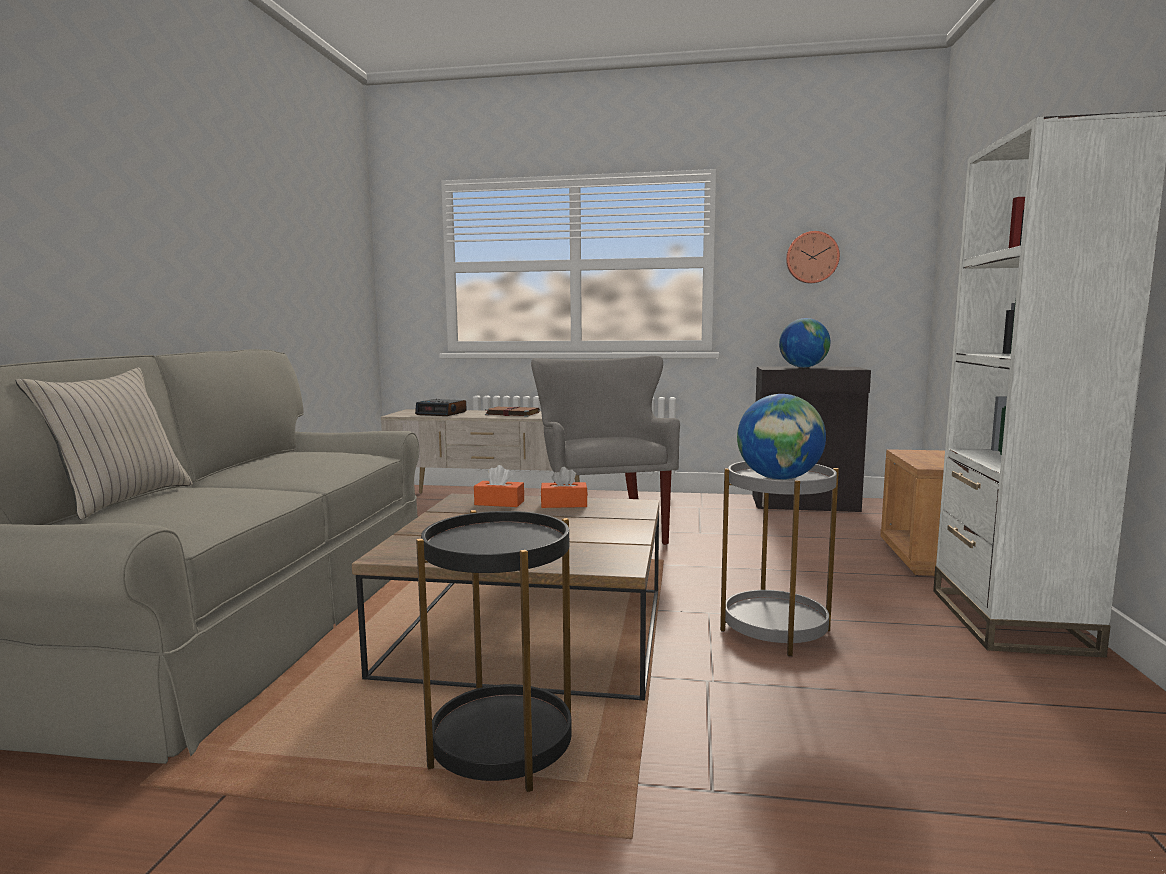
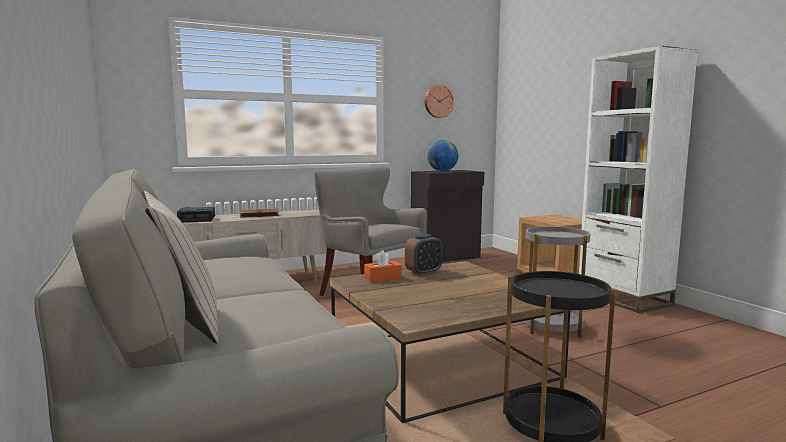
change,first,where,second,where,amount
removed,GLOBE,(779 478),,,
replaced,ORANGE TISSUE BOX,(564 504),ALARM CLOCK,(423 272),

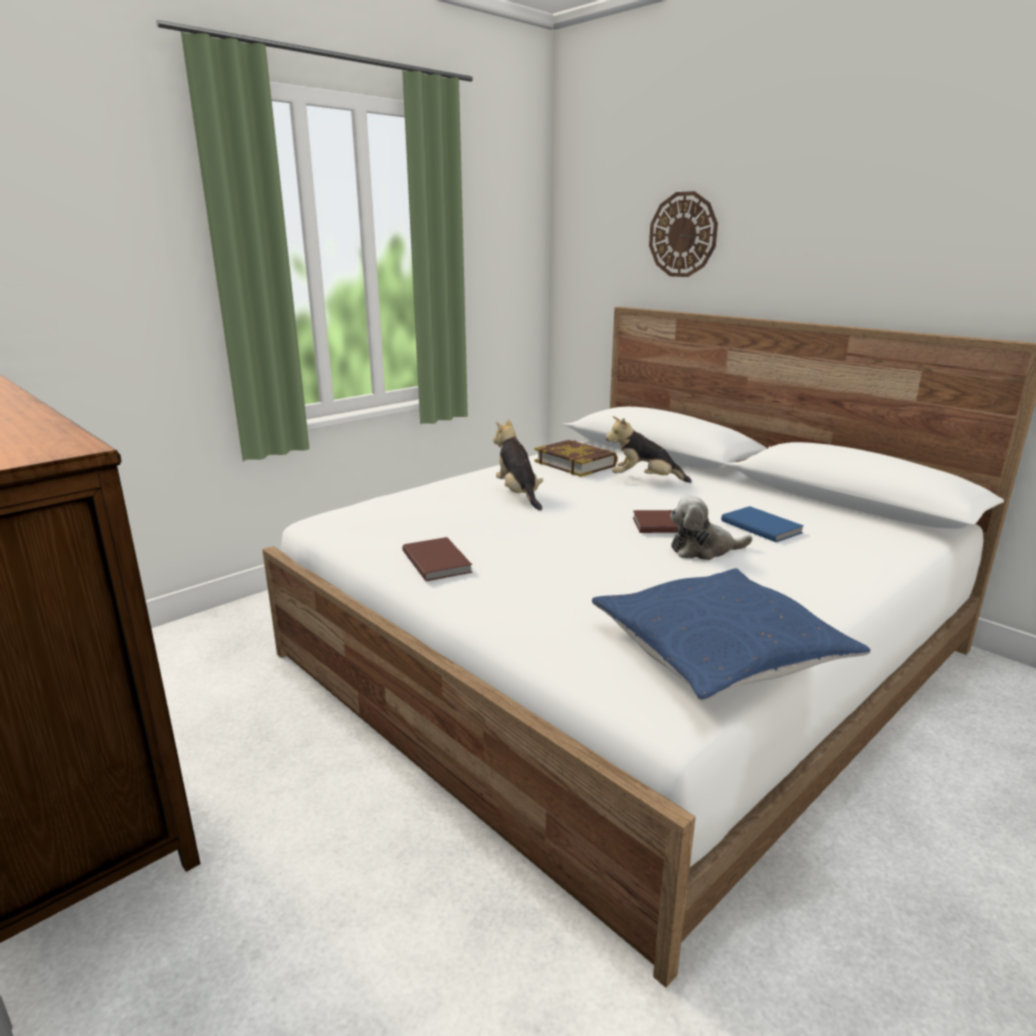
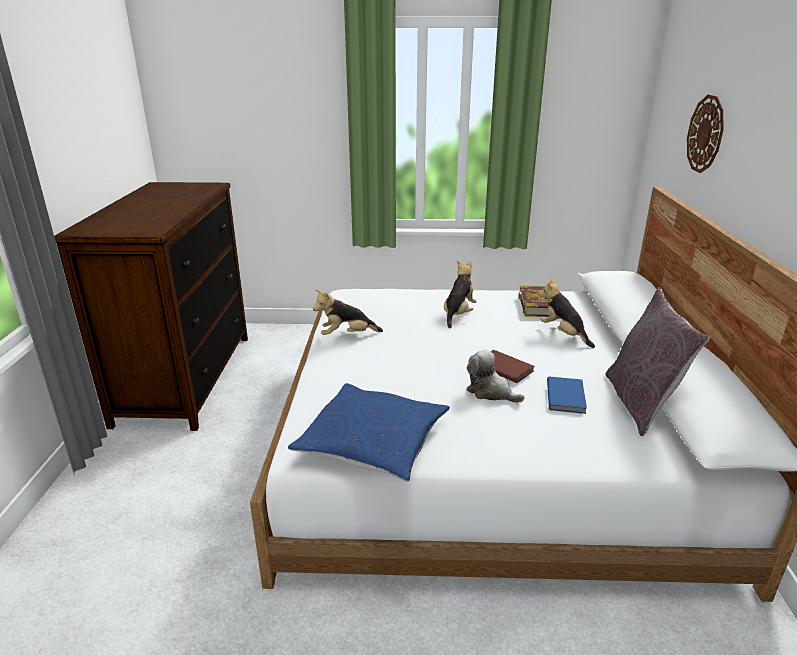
change,first,where,second,where,amount
replaced,BROWN BOOK,(438 561),PLUSH TOY,(347 335),
added,,,GREY PILLOW,(641 403),

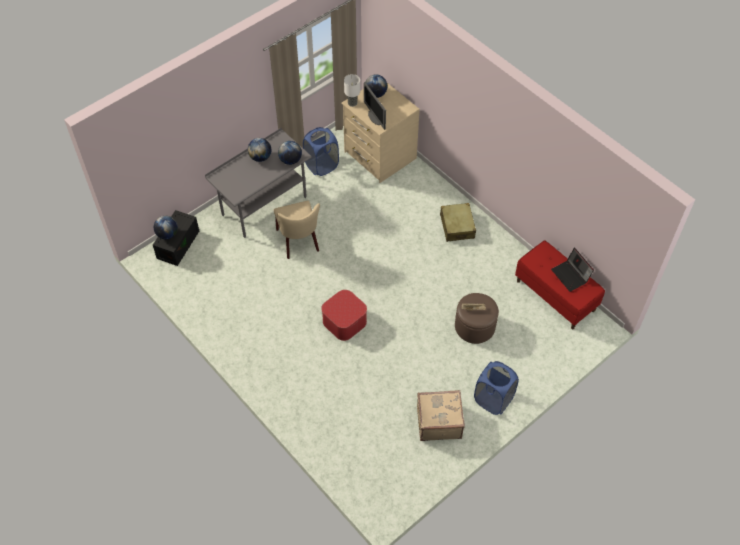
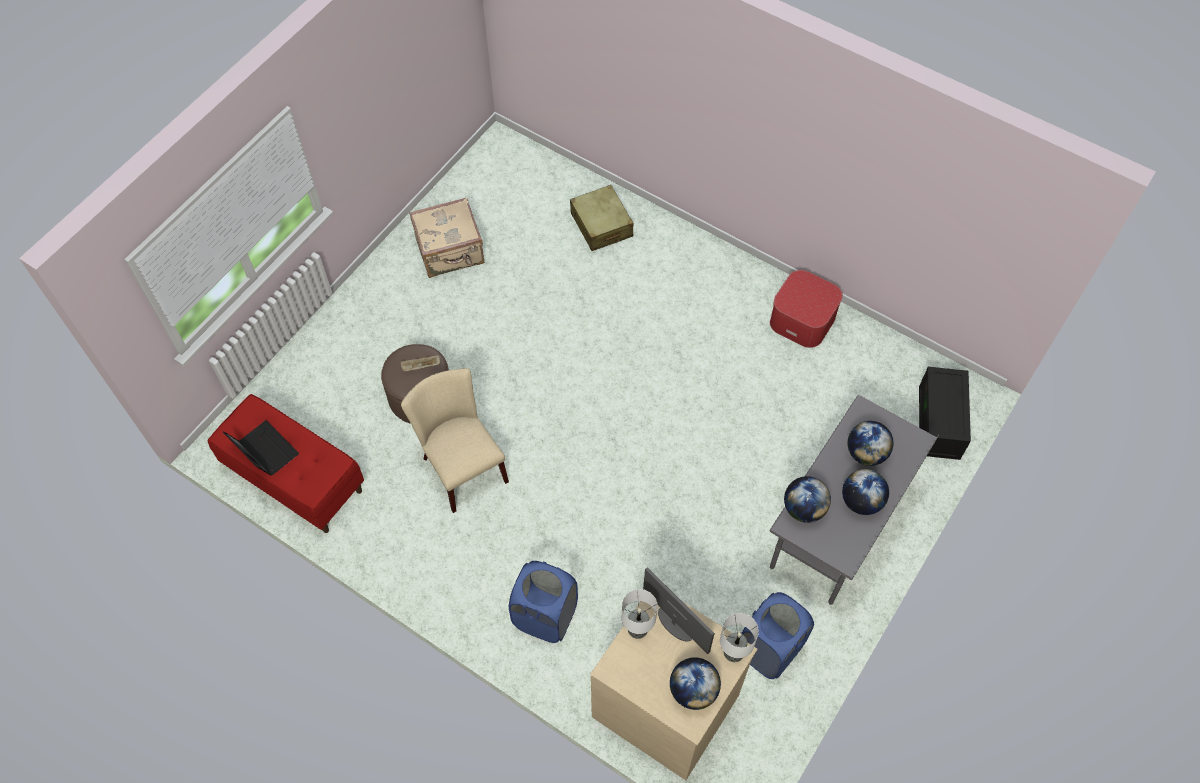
change,first,where,second,where,amount
moved,BEIGE CHAIR,(299 242),,(461 466),
moved,BEIGE SUITCASE,(457 226),,(601 225),
moved,GLOBE,(167 234),,(866 453),
moved,OTTOMAN,(344 321),,(802 319),
moved,BLUE LAUNDRY BASKET,(493 399),,(545 616),
added,,,TABLE LAMP,(638 629),

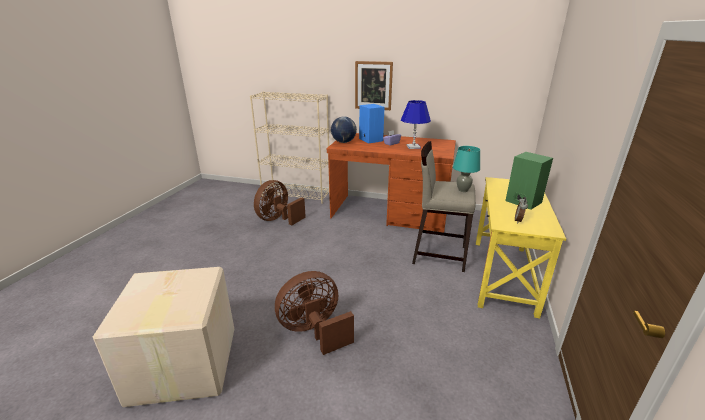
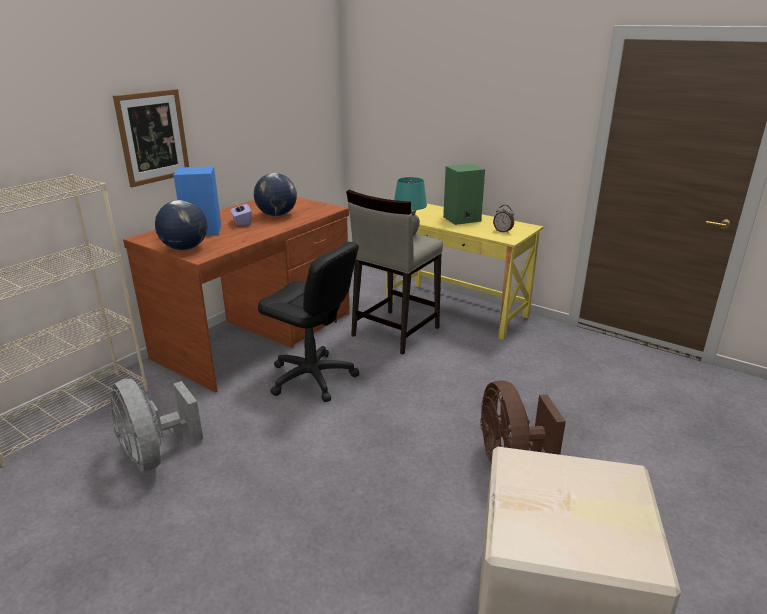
change,first,where,second,where,amount
replaced,BLUE TABLE LAMP,(413 147),GLOBE,(277 215),
recoloured,BROWN FAN,(278 219),GREY FAN,(155 455),
added,,,BLACK OFFICE CHAIR,(312 378),

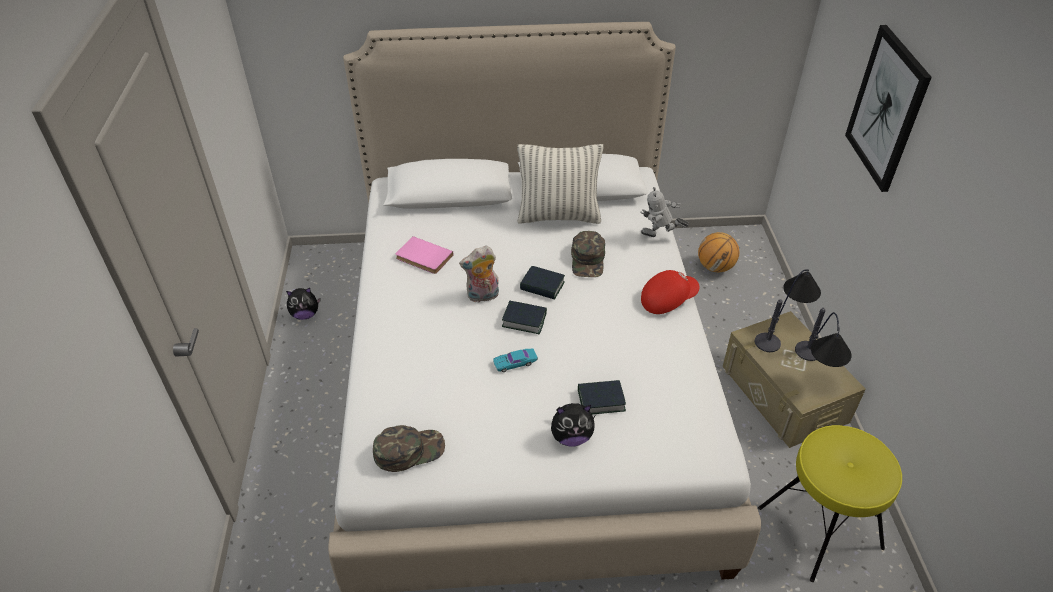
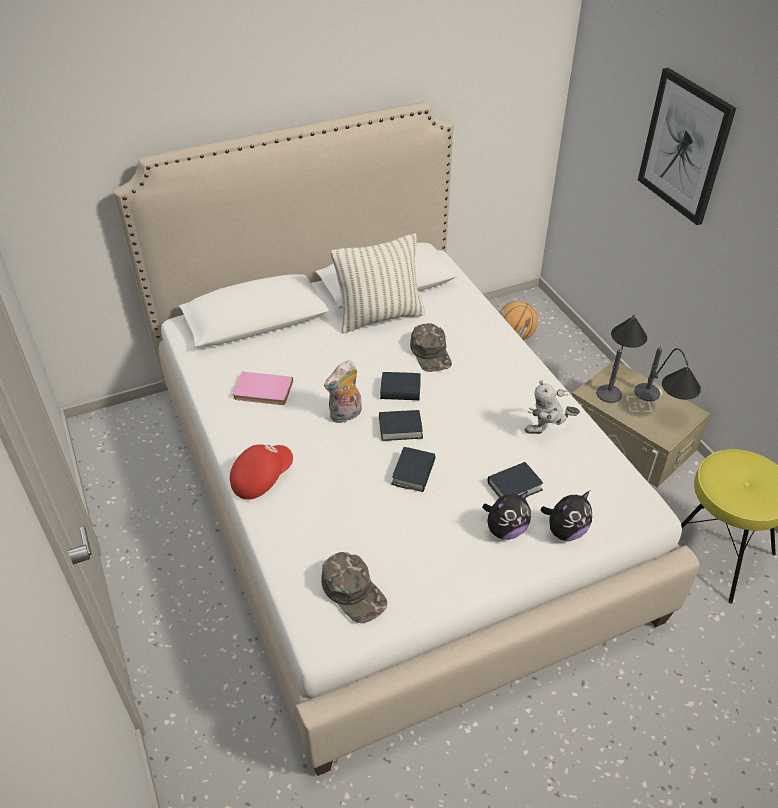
change,first,where,second,where,amount
moved,TOY ROBOT,(659 238),,(547 433),
moved,RED CAP,(667 300),,(261 478),
moved,PLUSH TOY,(305 314),,(565 531),
replaced,TURQUOISE TOY CAR,(515 362),BOOK,(413 473),
turned,GREEN CAP,(409 450),,(354 591),90 degrees clockwise

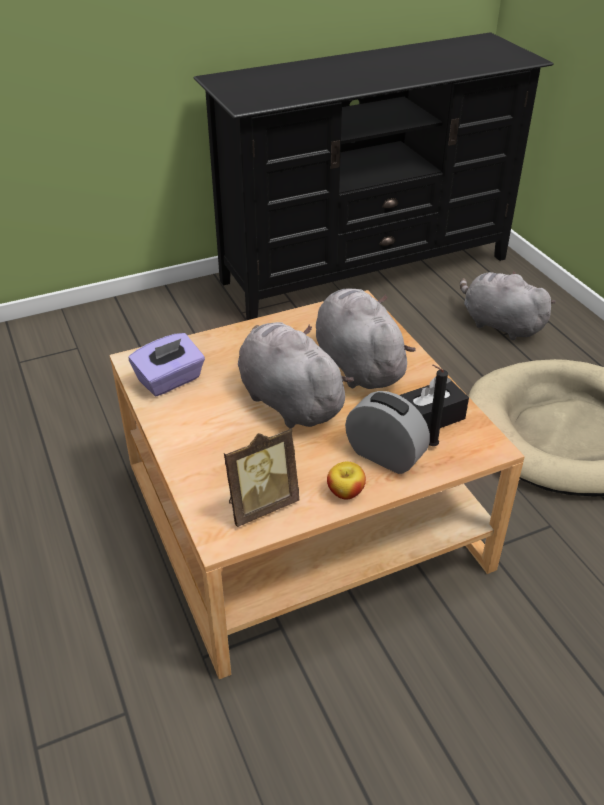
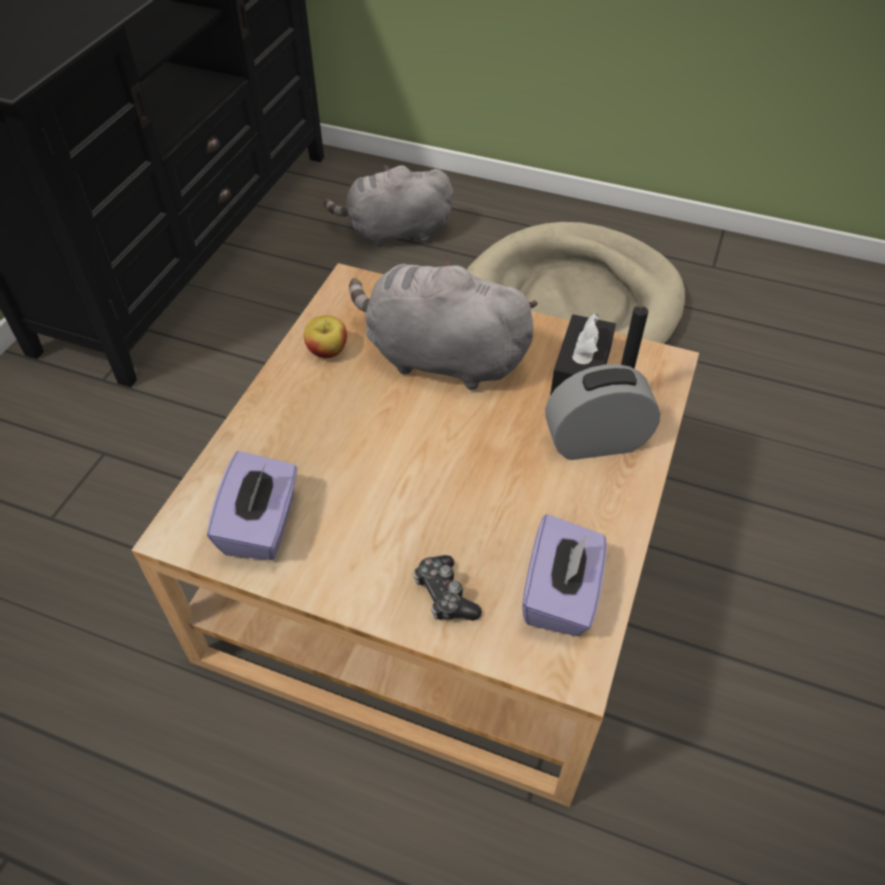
change,first,where,second,where,amount
removed,GREY PLUSH TOY,(288 400),,,
replaced,PICTURE FRAME,(260 505),PURPLE TISSUE BOX,(561 595),
moved,APPLE,(345 492),,(327 350),
added,,,GAME CONTROLLER,(445 595),

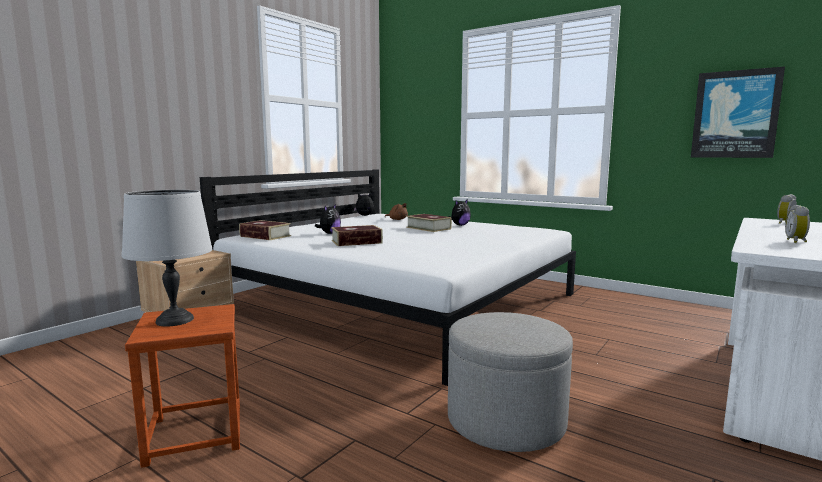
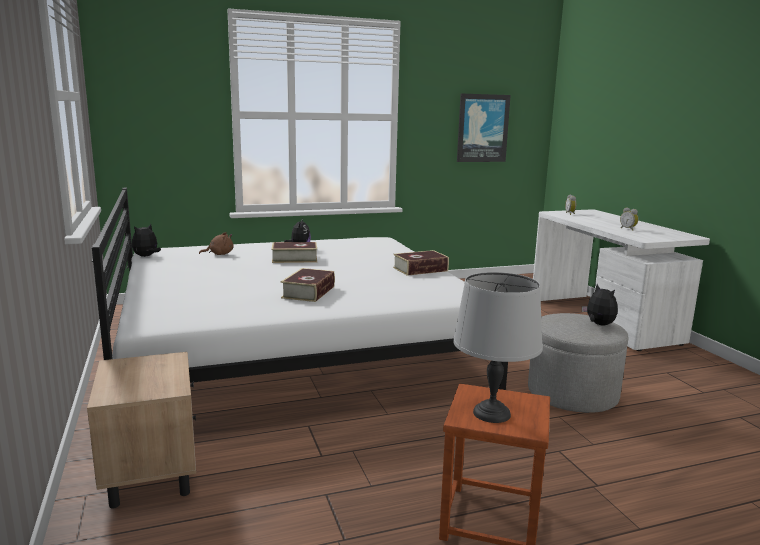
change,first,where,second,where,amount
moved,PLUSH TOY,(329 233),,(598 324),
moved,BOOK,(265 236),,(420 269),

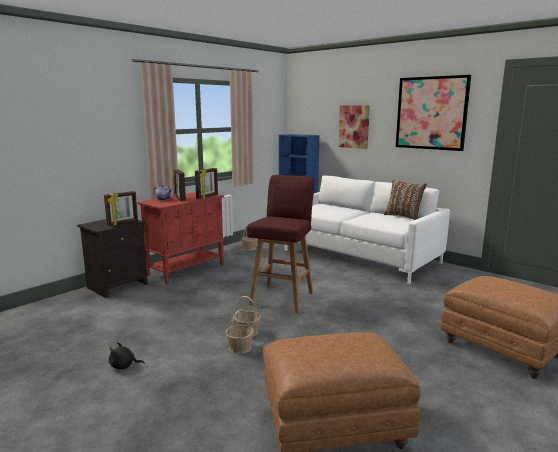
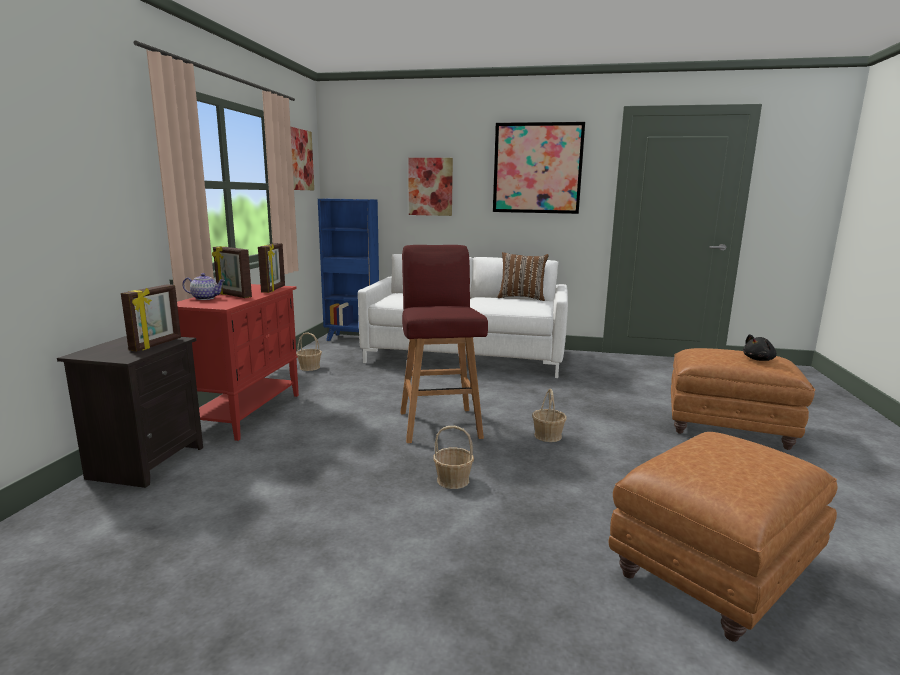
change,first,where,second,where,amount
moved,BASKET,(240 348),,(548 436),
moved,BLACK PLUSH TOY,(124 366),,(759 360),
added,,,PICTURE,(299 160),

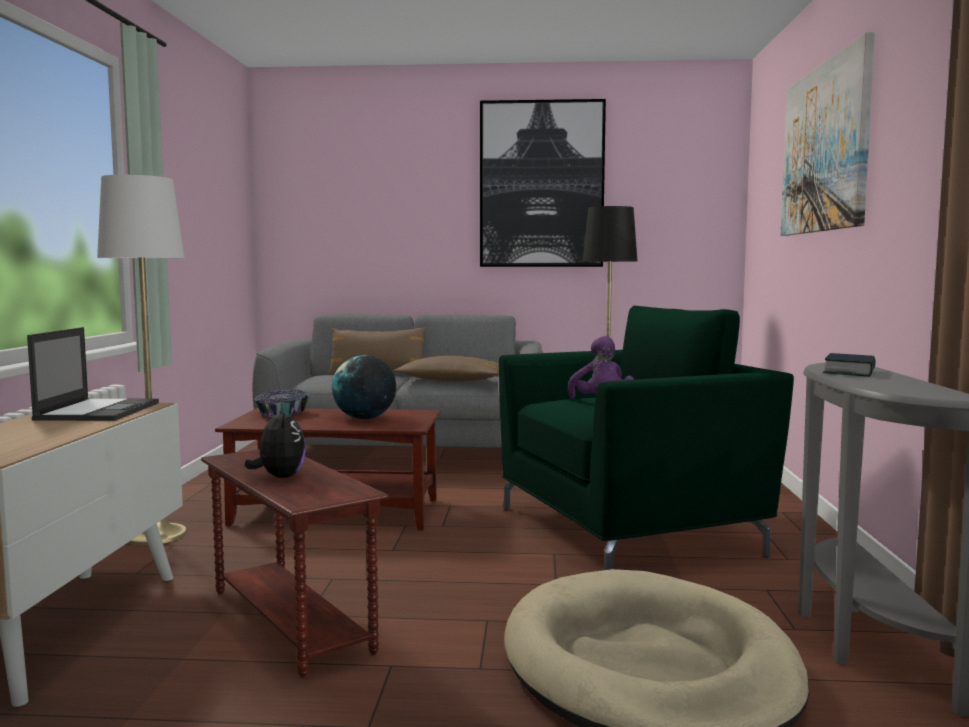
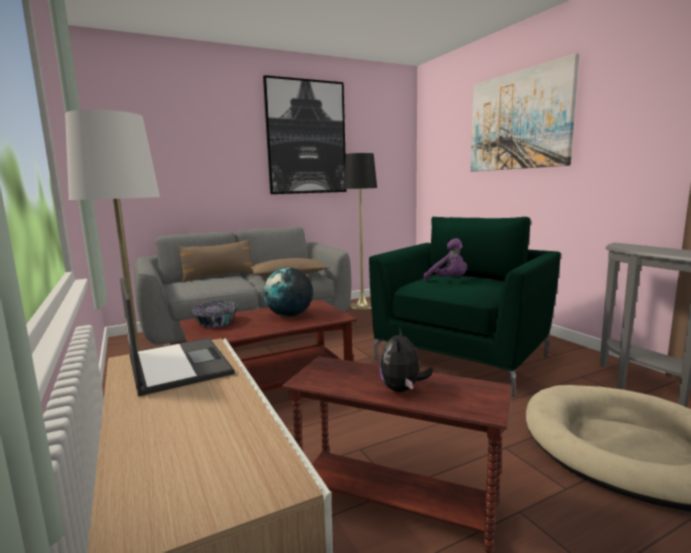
change,first,where,second,where,amount
removed,BOOK,(850 372),,,
turned,PLUSH TOY,(279 477),,(402 389),120 degrees counterclockwise

